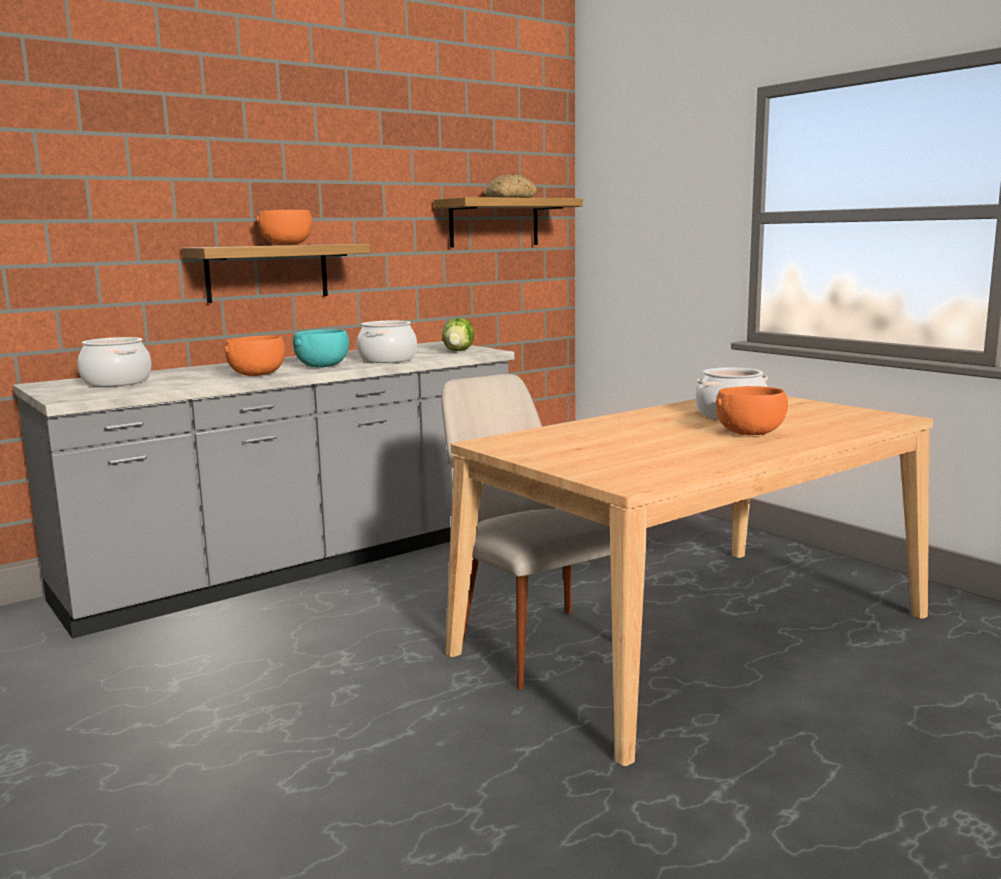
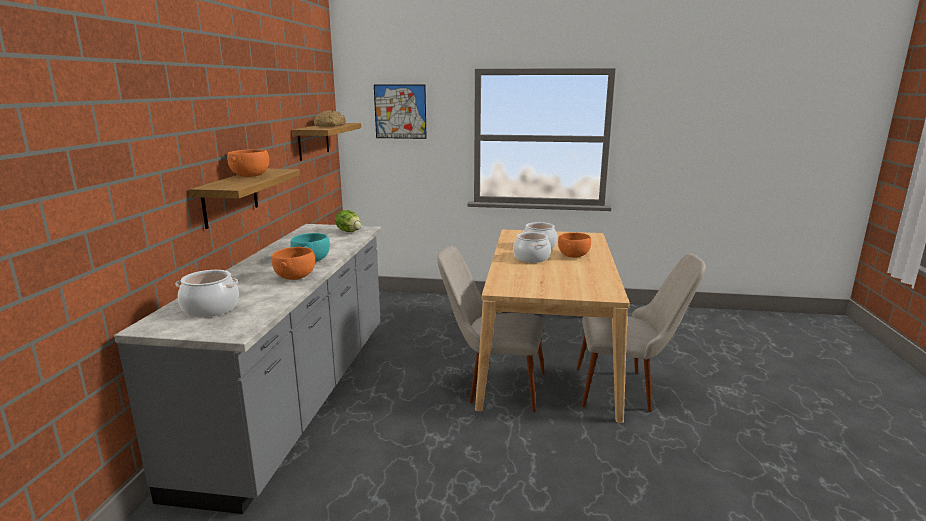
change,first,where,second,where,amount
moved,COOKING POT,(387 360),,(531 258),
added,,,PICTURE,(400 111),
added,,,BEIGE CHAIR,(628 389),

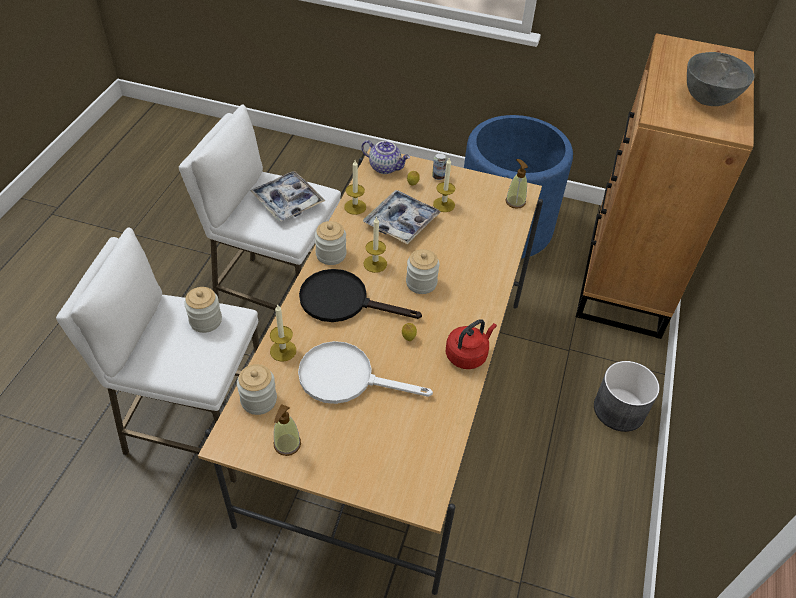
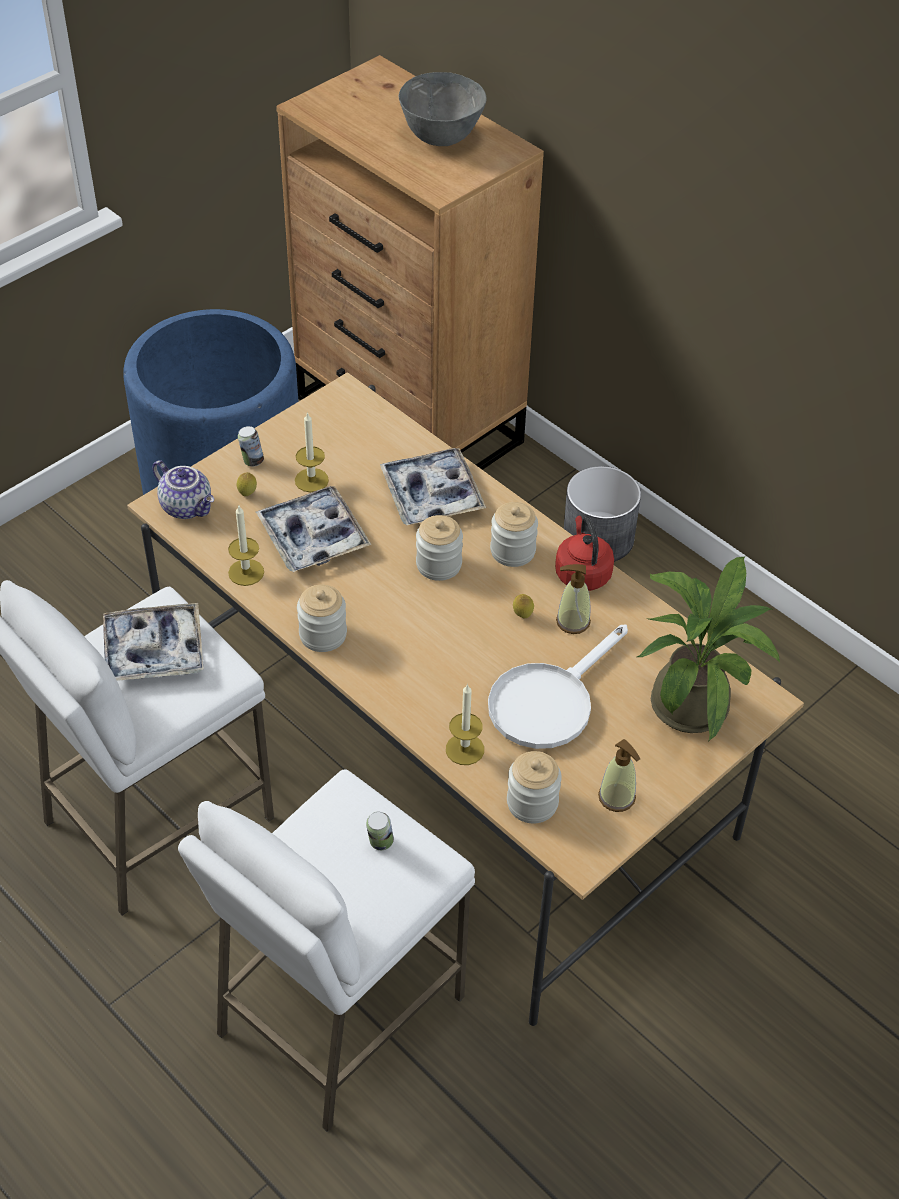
change,first,where,second,where,amount
turned,TEAPOT,(385 167),,(187 506),75 degrees clockwise
moved,SOAP DISPENSER,(515 202),,(572 621),
removed,CANDLE,(375 264),,,
removed,BLACK FRYING PAN,(343 301),,,
moved,JAR,(205 321),,(512 551),
added,,,TRAY,(432 495),
added,,,POTTED PLANT,(696 700),
added,,,CAN,(380 843),

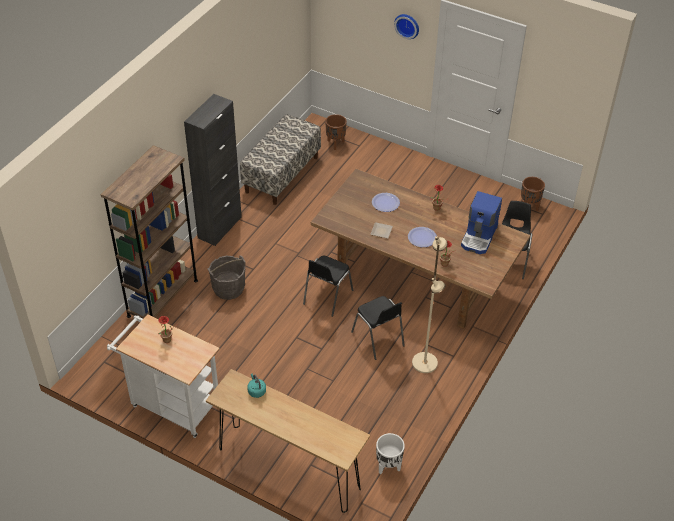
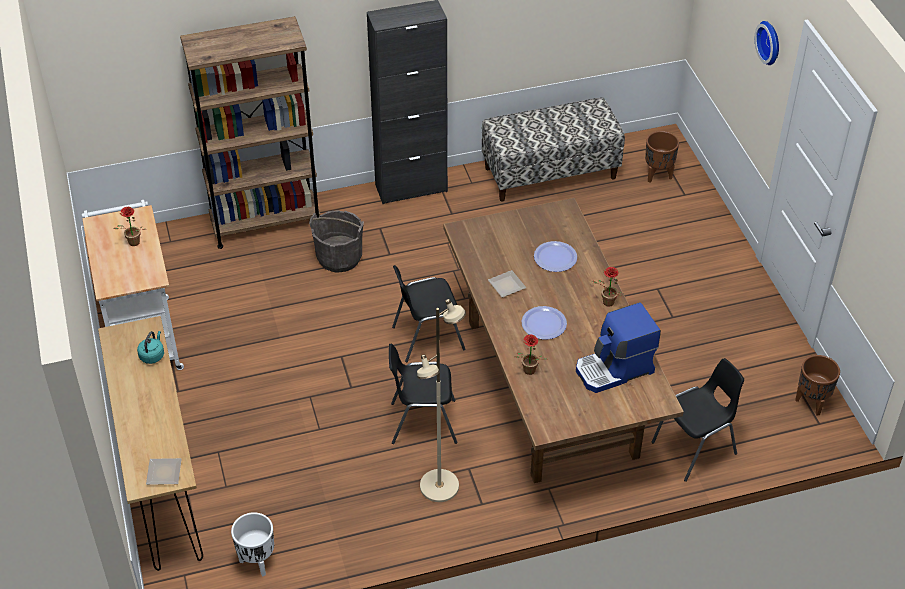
change,first,where,second,where,amount
turned,BLACK CHAIR,(378 339),,(422 422),75 degrees clockwise
added,,,PLATE,(165 472),

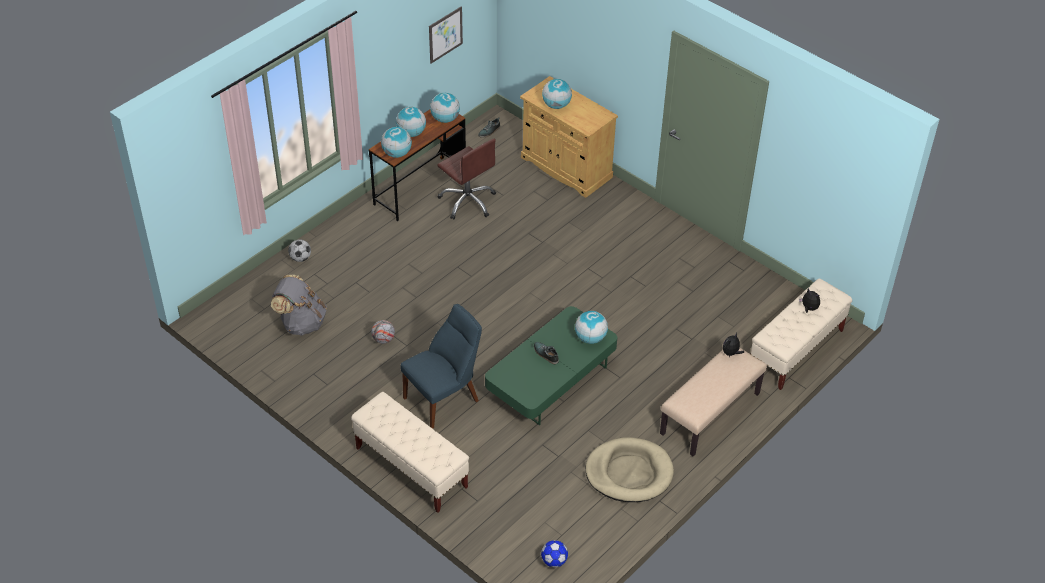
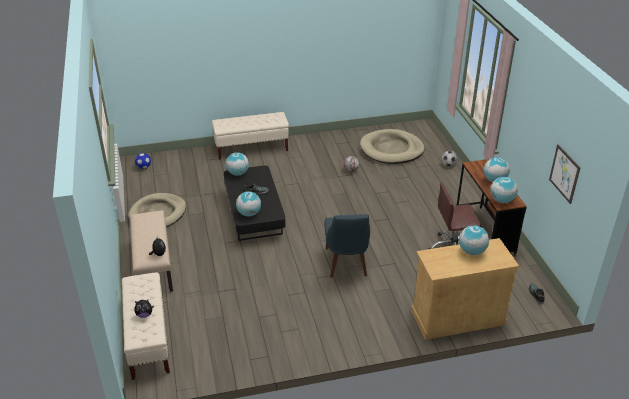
change,first,where,second,where,amount
moved,GLOBE,(397 153),,(238 173),
replaced,GREY BACKPACK,(301 323),BEIGE DOG BED,(391 149),
moved,BLUE CHAIR,(444 398),,(346 263),
recoloured,GREEN COFFEE TABLE,(551 380),BLACK COFFEE TABLE,(254 215),

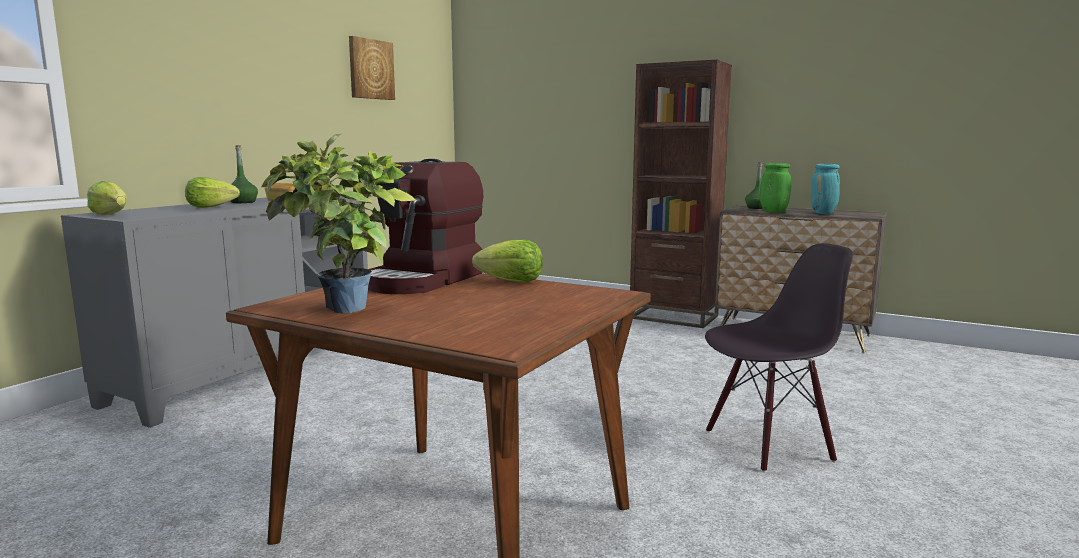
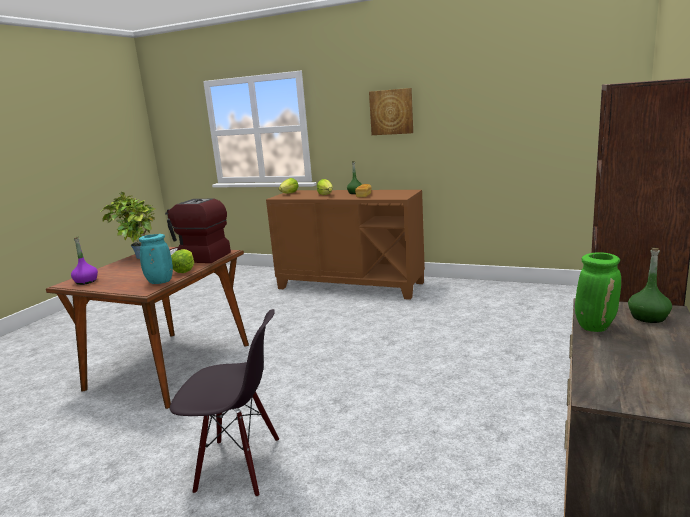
change,first,where,second,where,amount
moved,PICTURE,(371 69),,(391 112),
moved,TURQUOISE VASE,(823 213),,(159 282),
recoloured,GREY CABINET,(247 372),BROWN CABINET,(350 285),
turned,BLACK CHAIR,(767 444),,(238 466),60 degrees counterclockwise
added,,,PURPLE BOTTLE,(86 281),

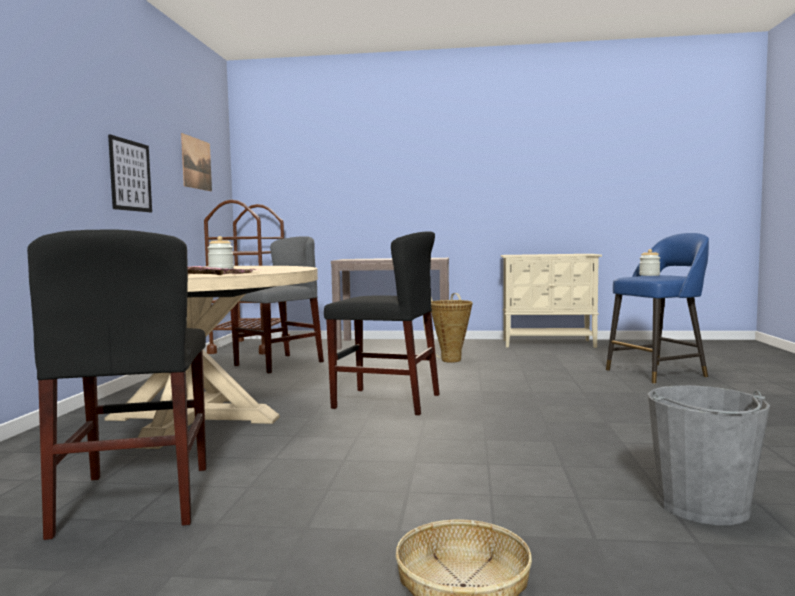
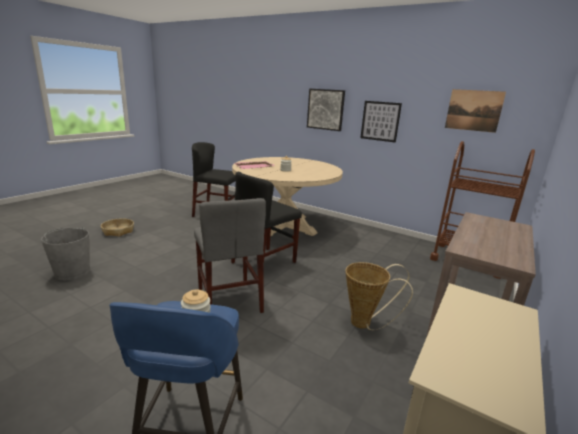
change,first,where,second,where,amount
moved,GREY CHAIR,(279 363),,(229 299),
added,,,PICTURE,(325 109),

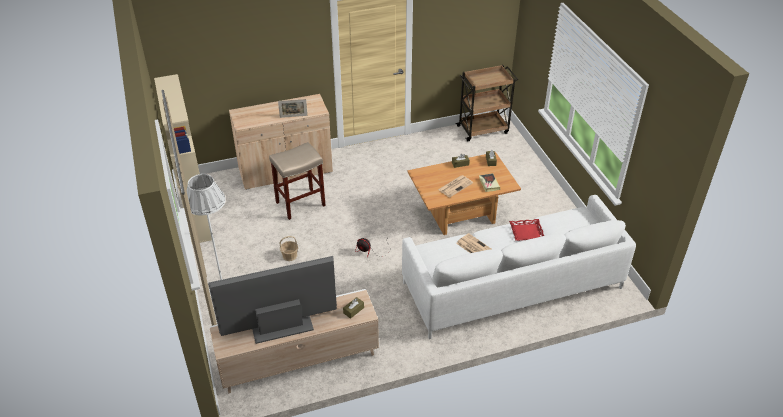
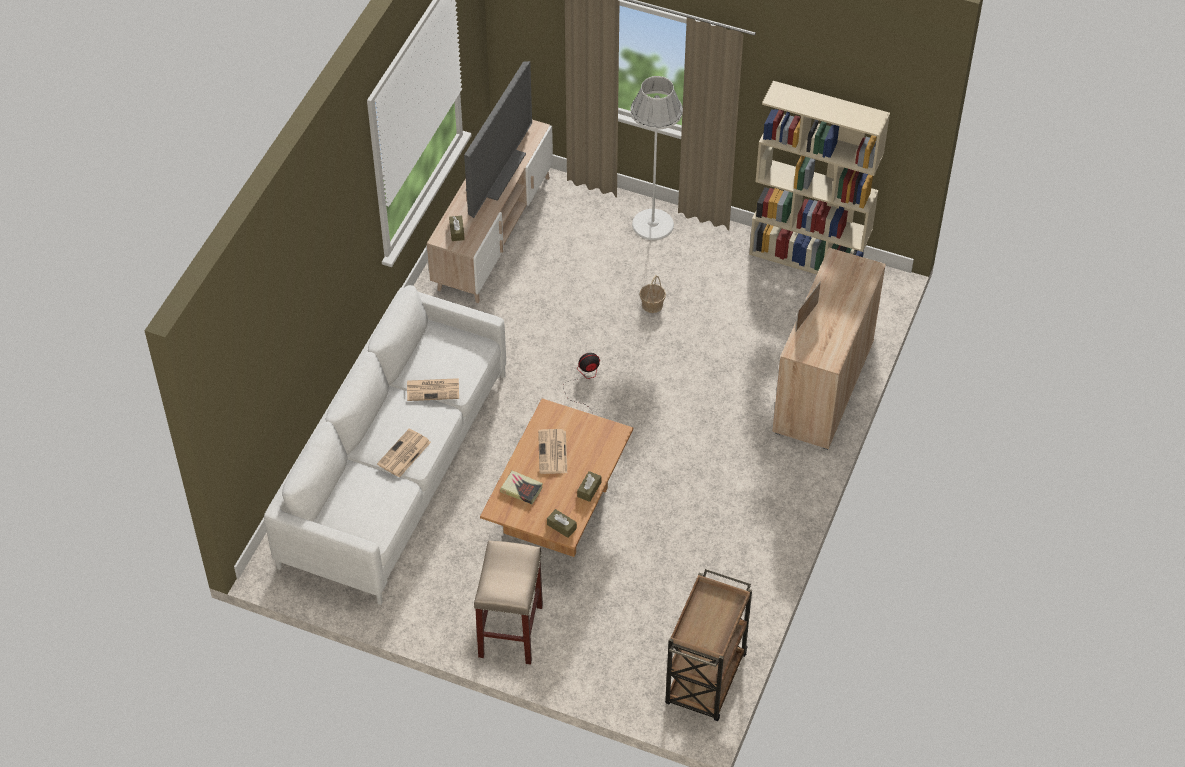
change,first,where,second,where,amount
moved,BEIGE STOOL,(301 203),,(511 632),
replaced,RED TRAY,(526 232),NEWSPAPER,(404 454),

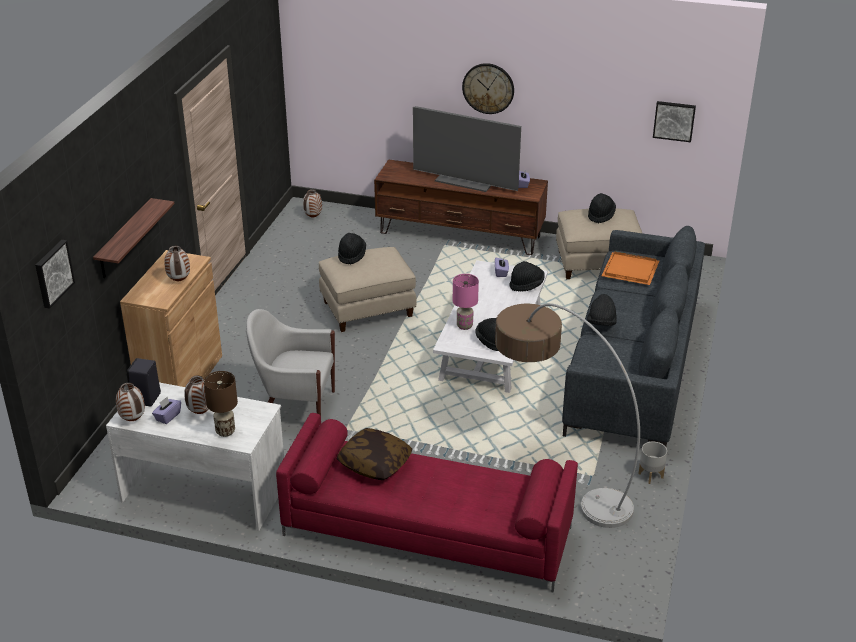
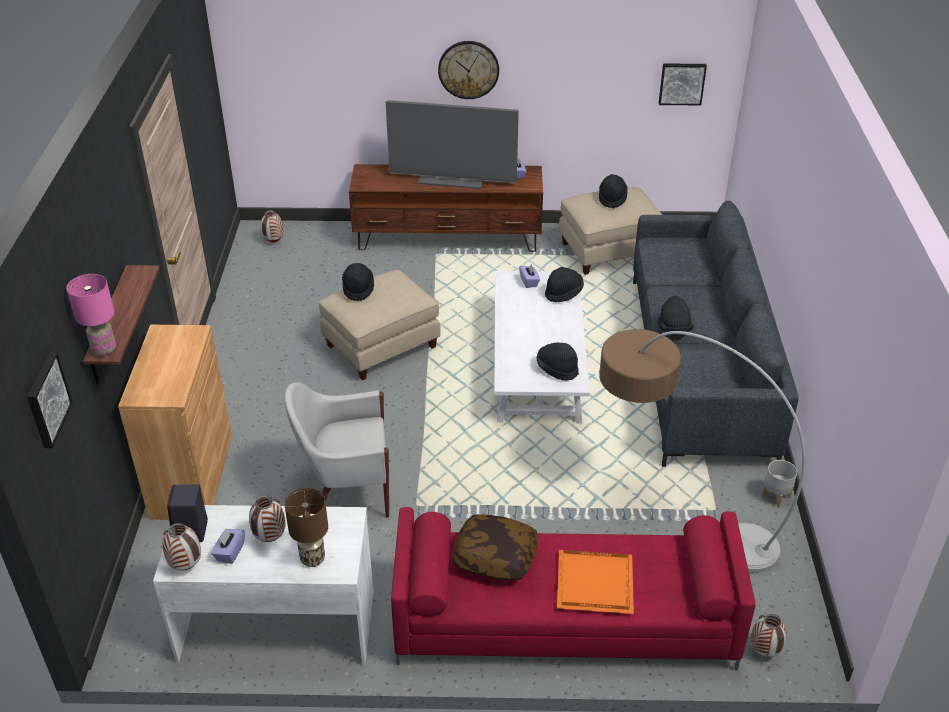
change,first,where,second,where,amount
moved,VASE,(179 280),,(763 652),
moved,ORANGE TRAY,(629 270),,(593 584),
moved,PINK TABLE LAMP,(465 326),,(105 350),

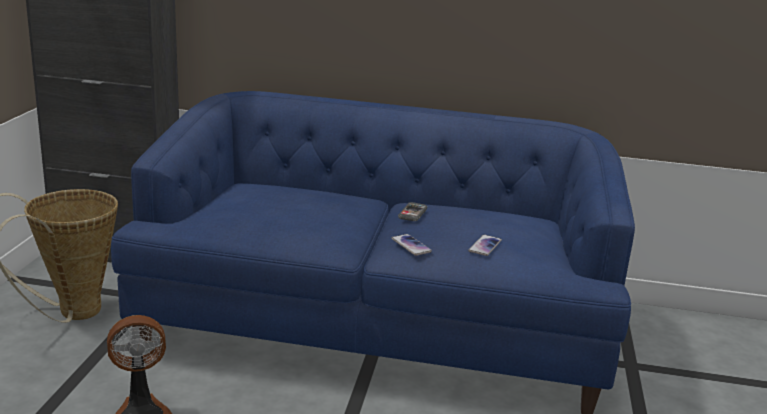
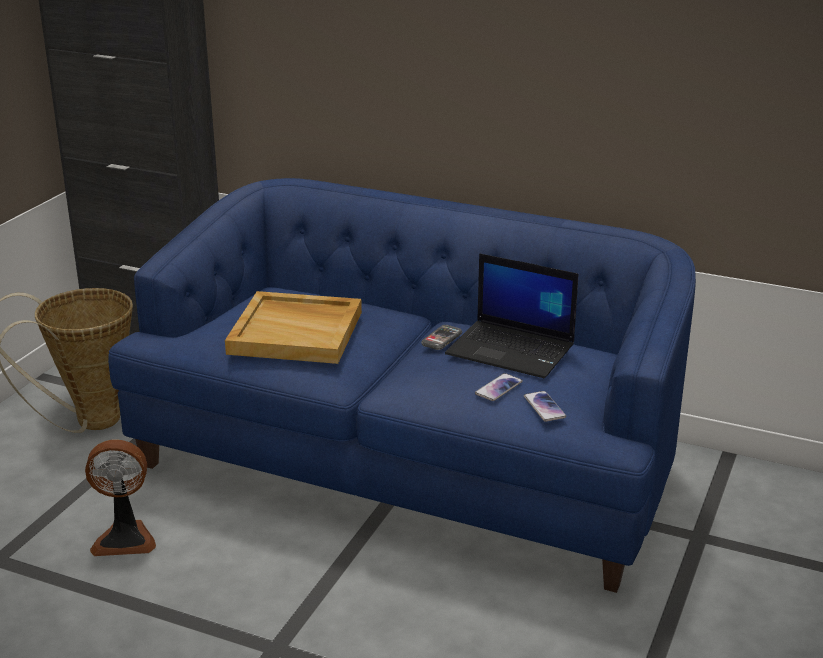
change,first,where,second,where,amount
moved,PHONE,(411 245),,(544 407),
added,,,LAPTOP,(512 349),
added,,,BEIGE TRAY,(297 332),

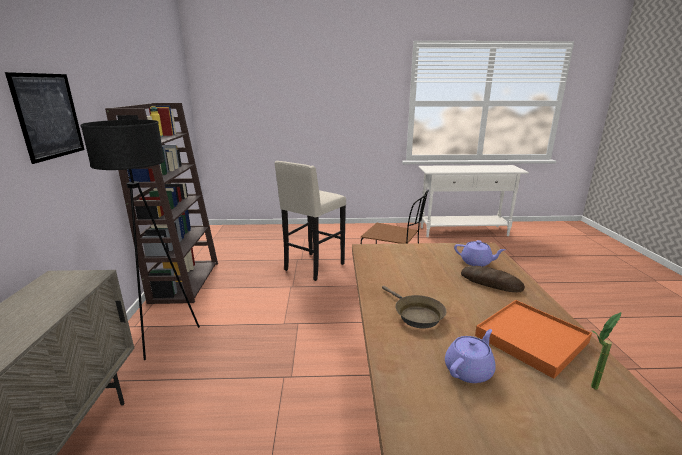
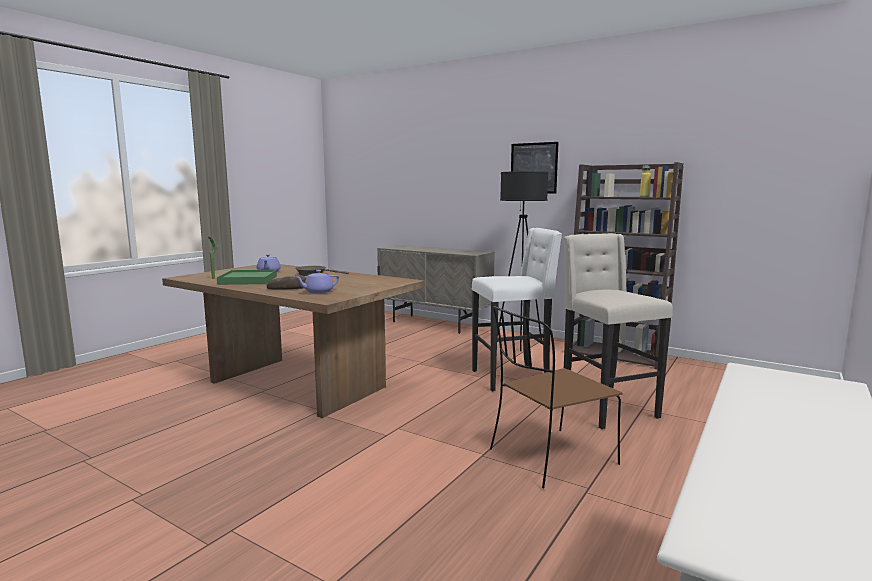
change,first,where,second,where,amount
recoloured,ORANGE TRAY,(530 339),GREEN TRAY,(248 280),
added,,,WHITE STOOL,(512 378),

